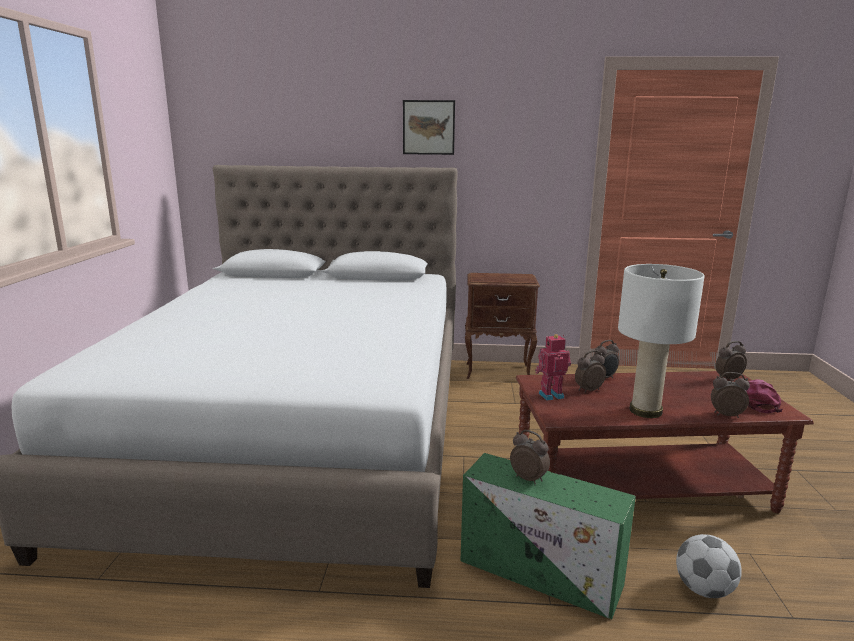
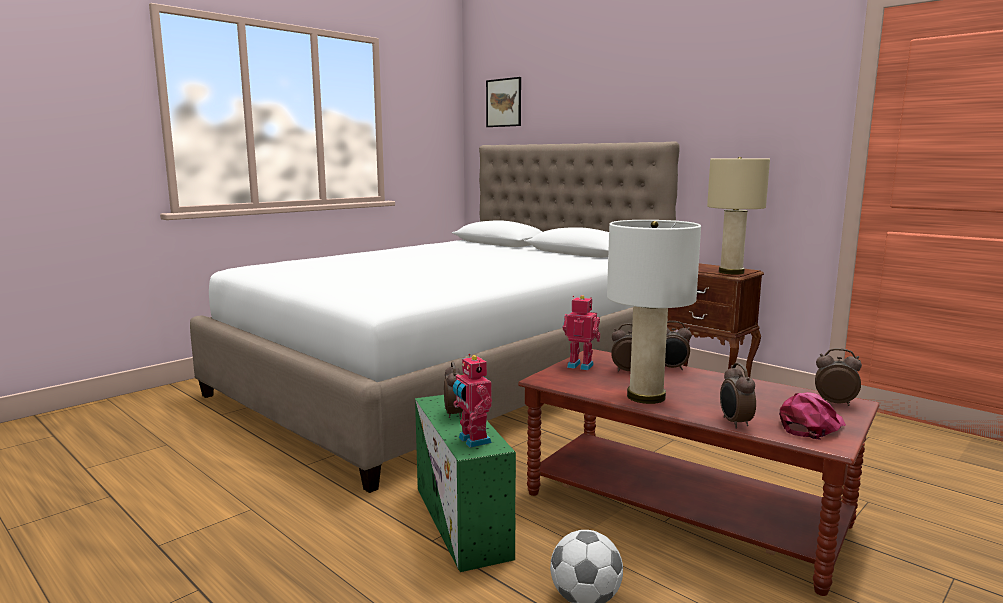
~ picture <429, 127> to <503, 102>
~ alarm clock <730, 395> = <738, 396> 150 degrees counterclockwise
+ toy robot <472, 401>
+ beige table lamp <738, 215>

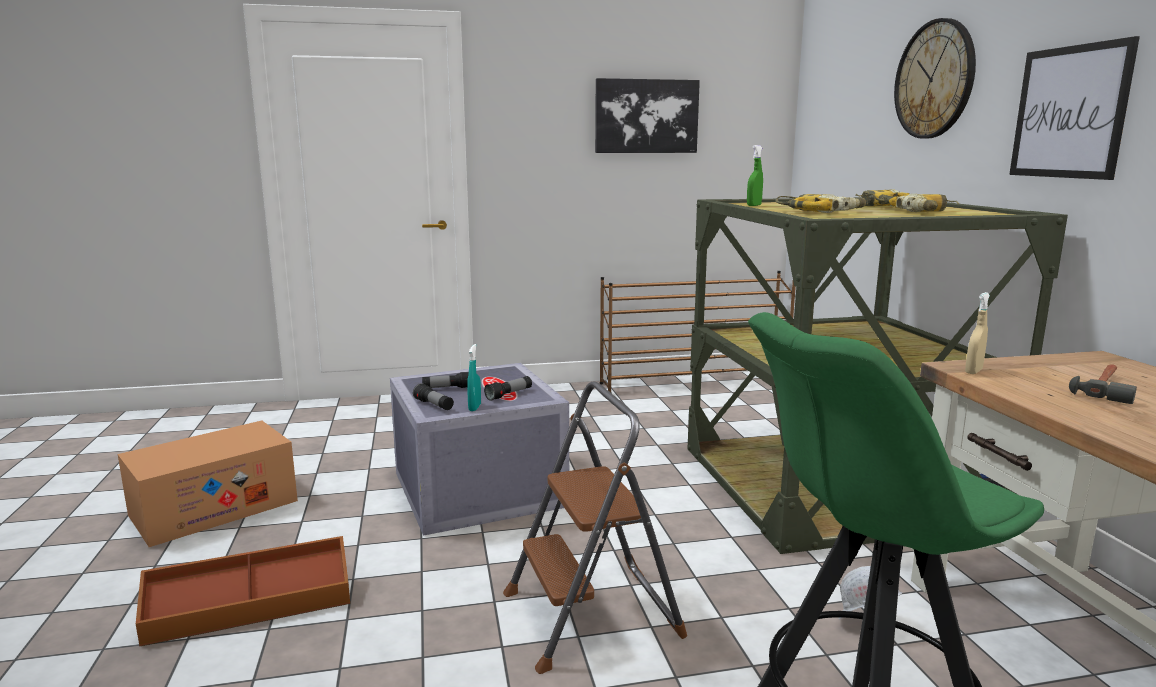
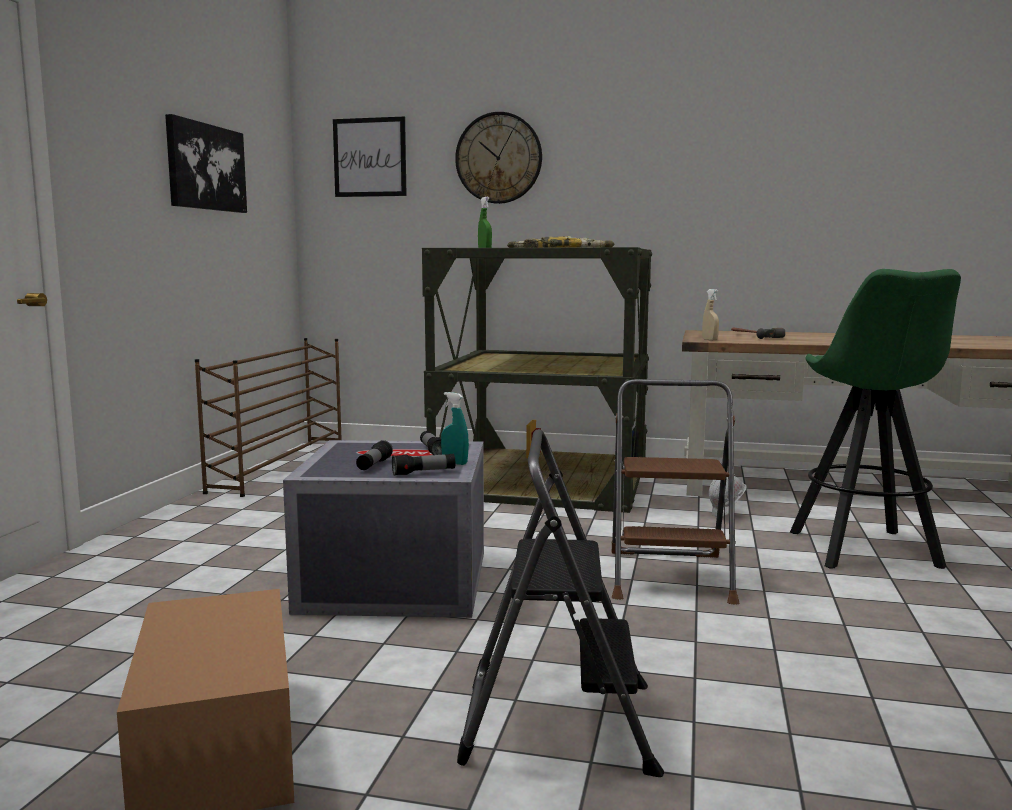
~ brown storage box <243, 591> to black-coloured stepladder <560, 603>
~ picture <1074, 108> to <370, 157>

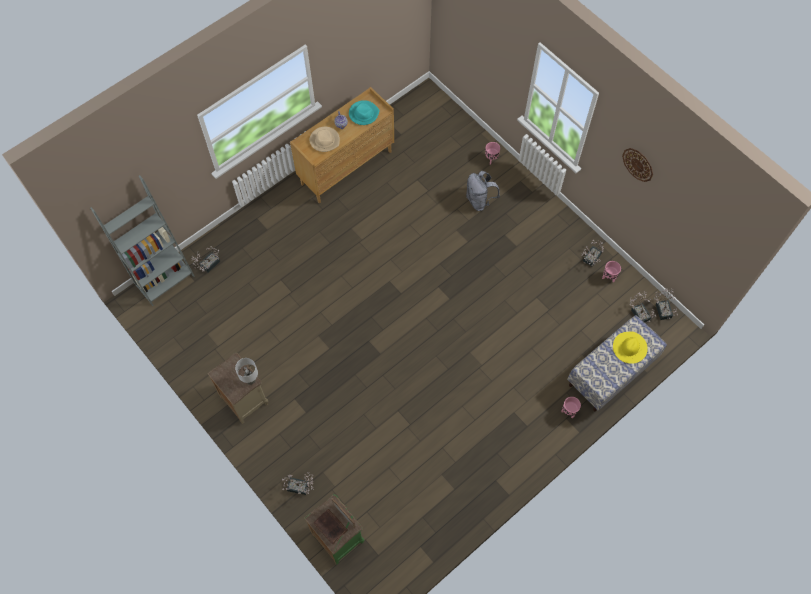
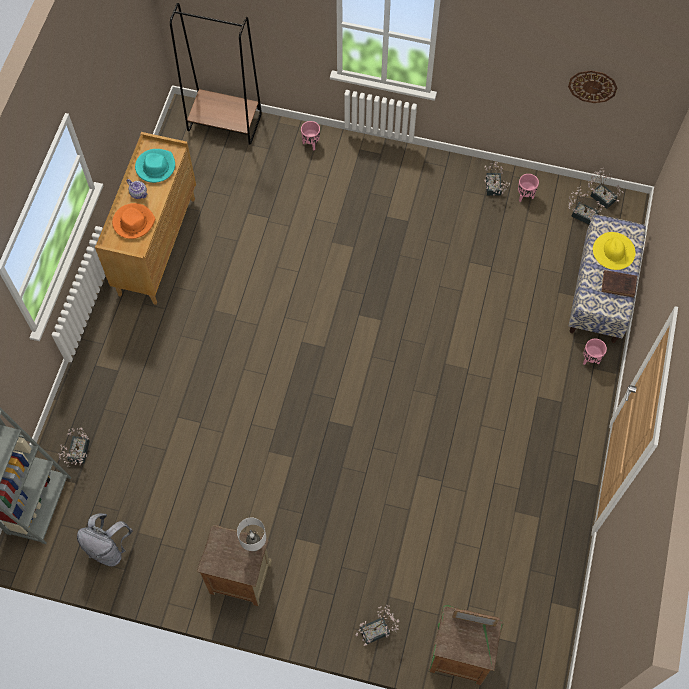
~ beige hat <325, 139> to orangey hat <133, 221>
~ brown book <330, 527> to <619, 284>
~ greyish backpack <483, 191> to <105, 539>
~ wall clock <637, 165> to <593, 86>
+ garment stand <216, 74>

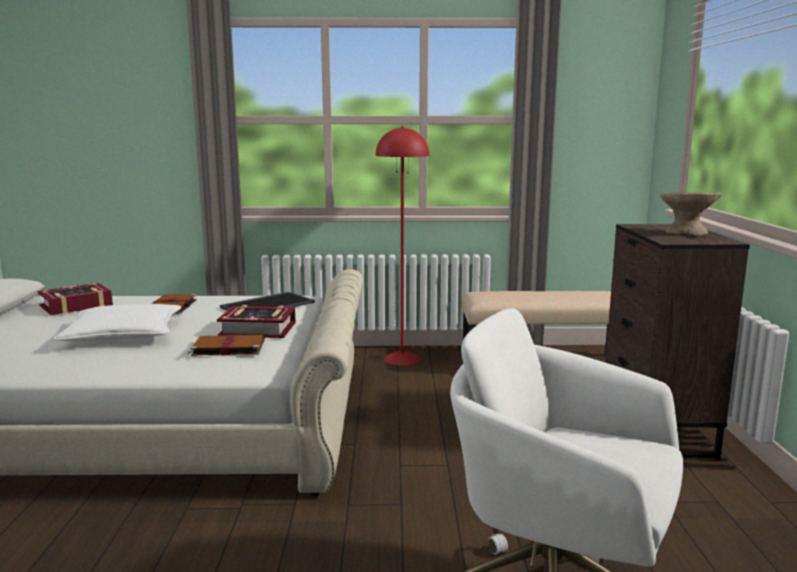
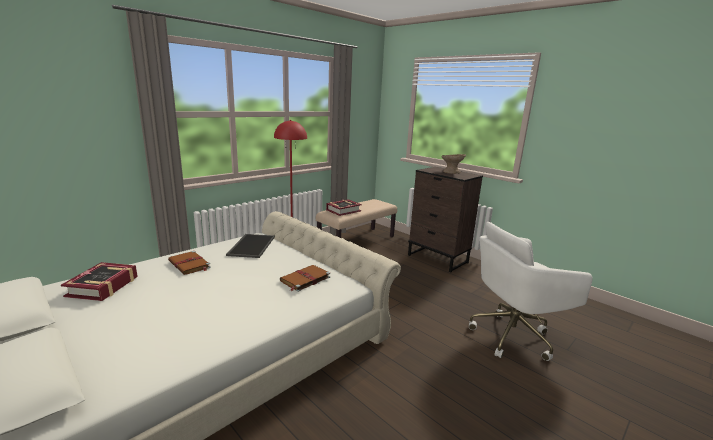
- whitish cushion <117, 322>
~ book <256, 321> to <344, 207>

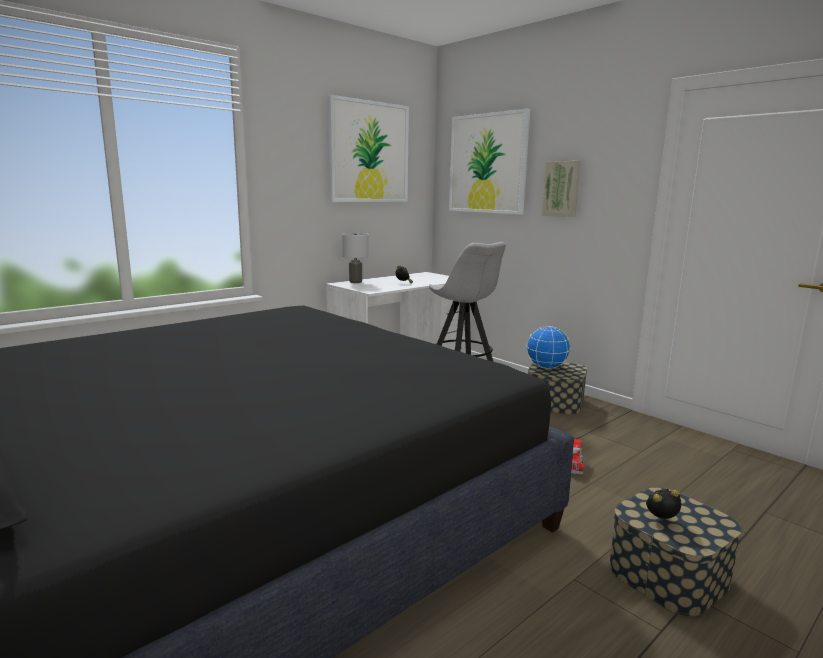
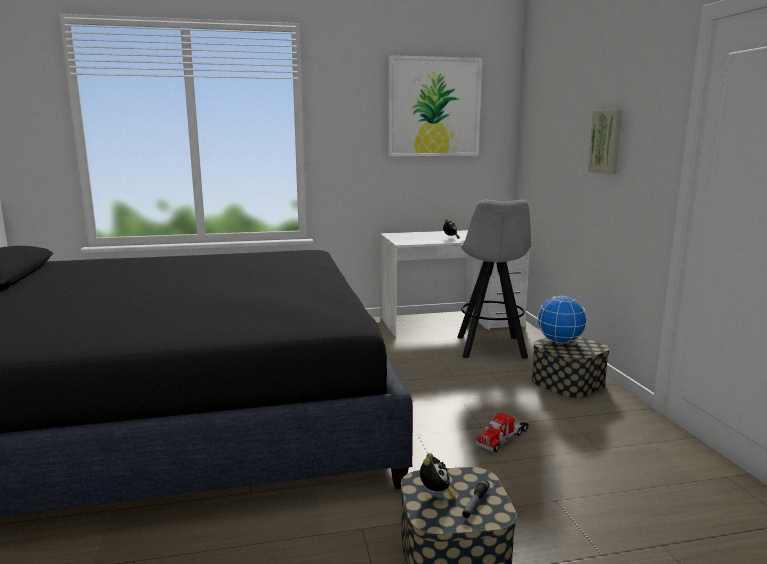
- whitish table lamp <355, 258>
- picture <489, 161>
~ alarm clock <663, 504> = <438, 476> 75 degrees clockwise
+ hand torch <476, 498>

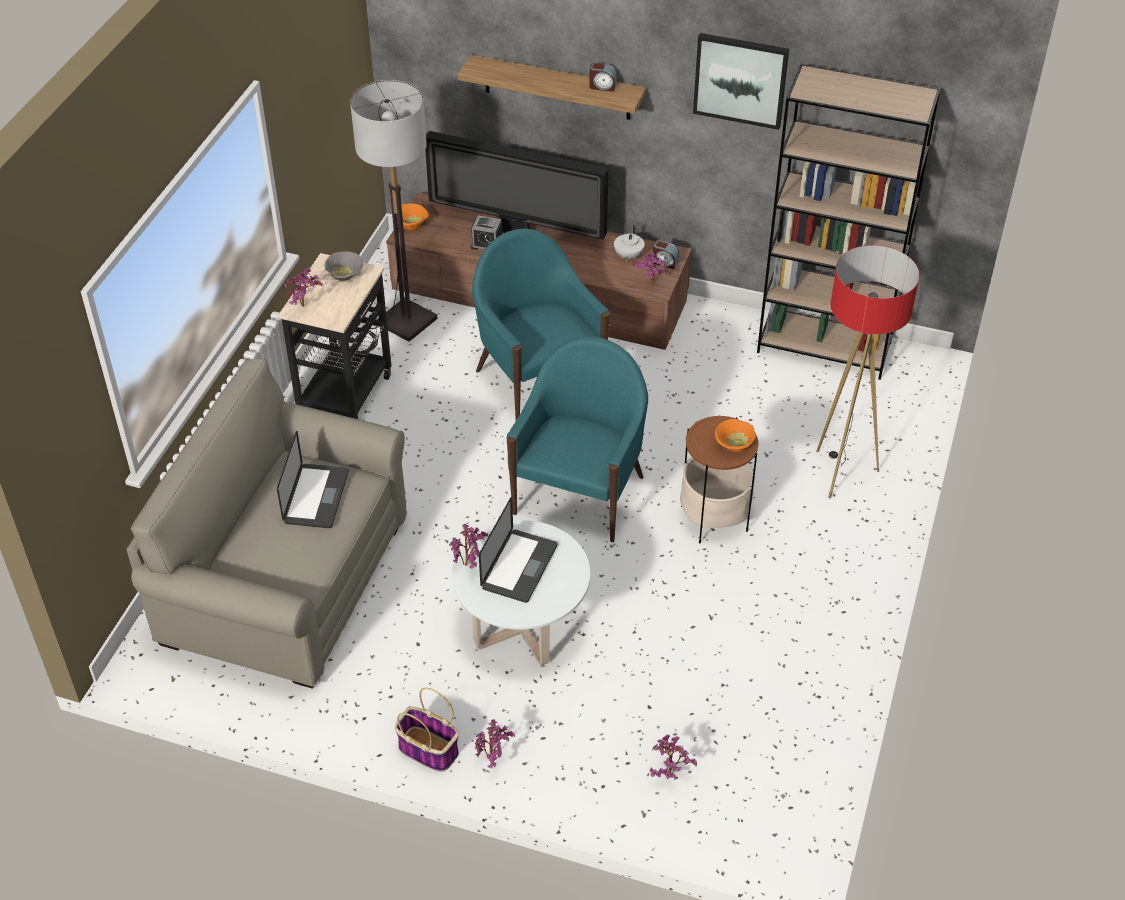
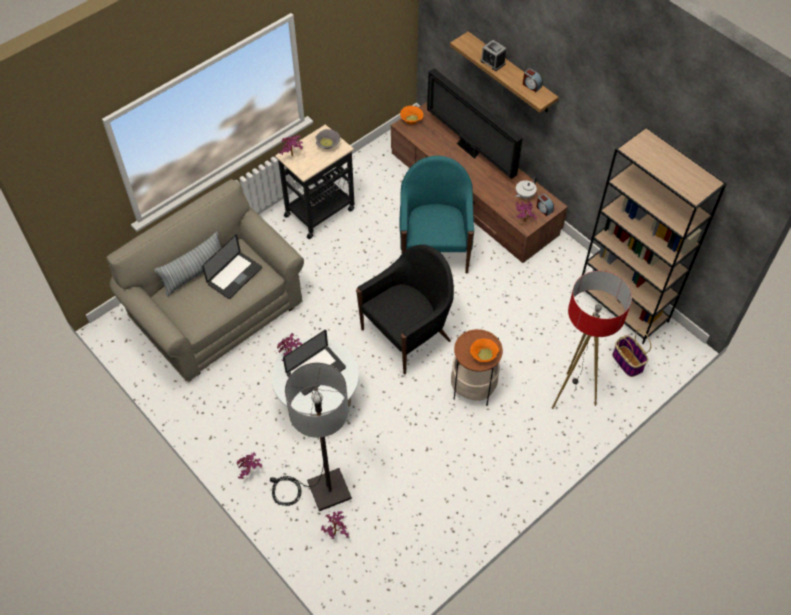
~ standing lamp <387, 216> to <311, 437>
~ household basket <427, 730> to <631, 353>
~ alarm clock <487, 232> to <493, 55>
~ turquoise-coloured lounge chair <577, 439> to black-coloured lounge chair <405, 309>
- picture <741, 81>
+ cushion <187, 264>

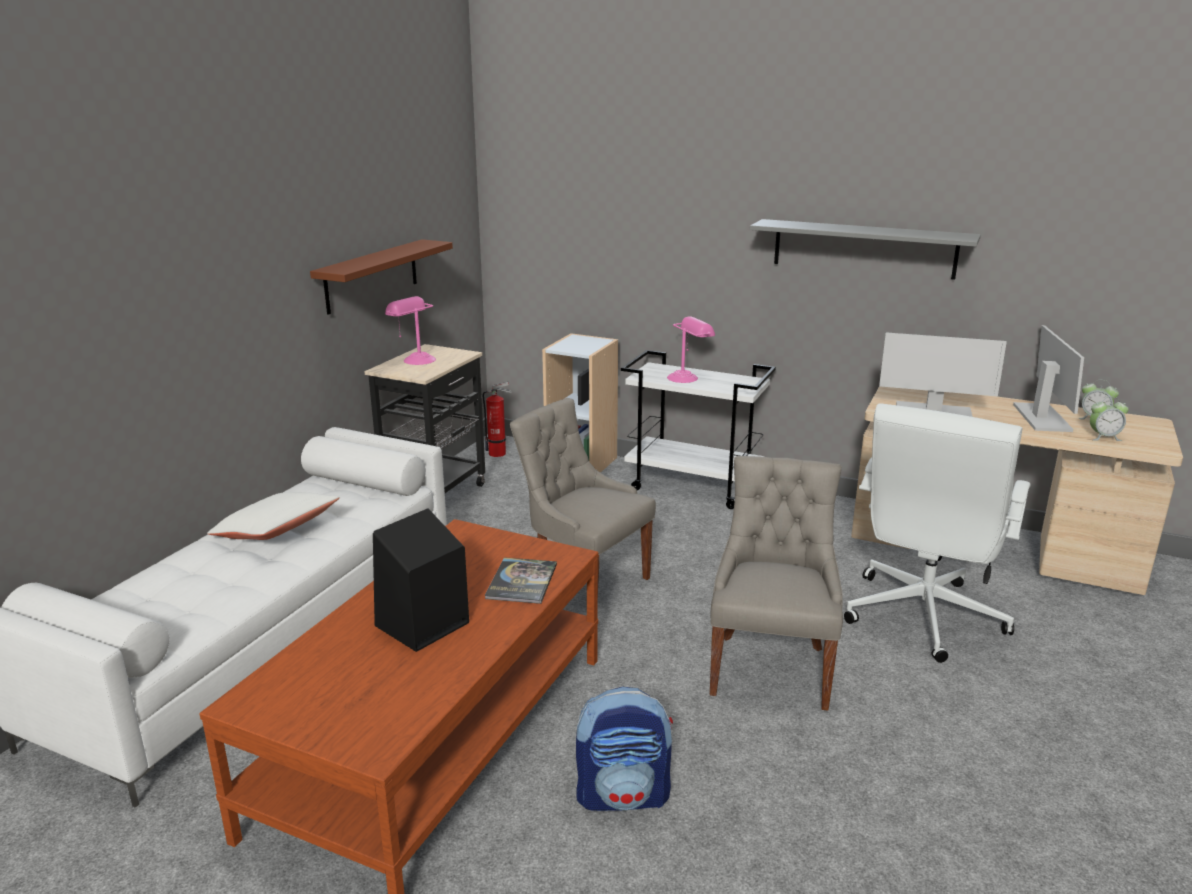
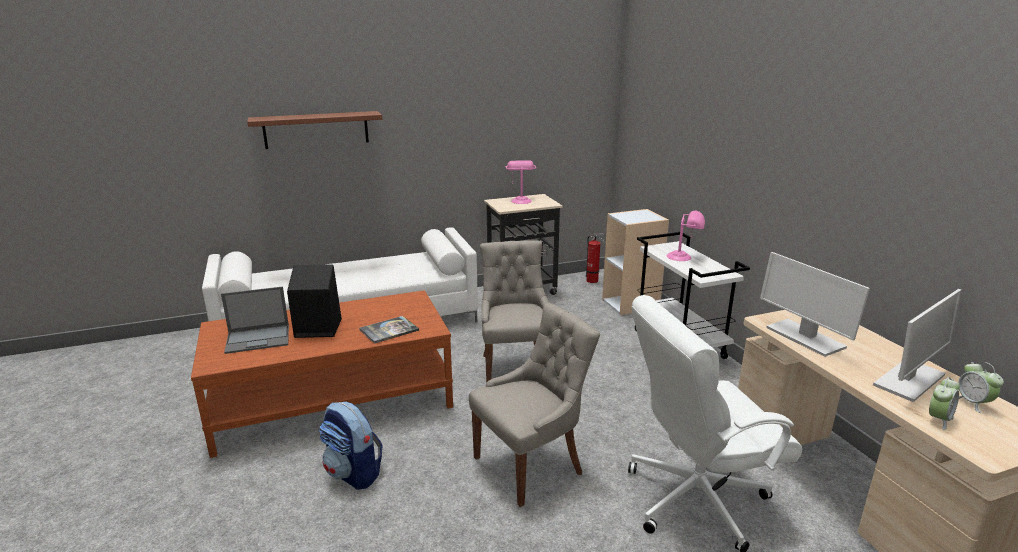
- whitish cushion <273, 516>
~ brown shelf <381, 277> to <314, 130>
- greyish shelf <865, 249>
~ alarm clock <1109, 419> = <944, 403> 90 degrees counterclockwise
+ notebook computer <255, 320>

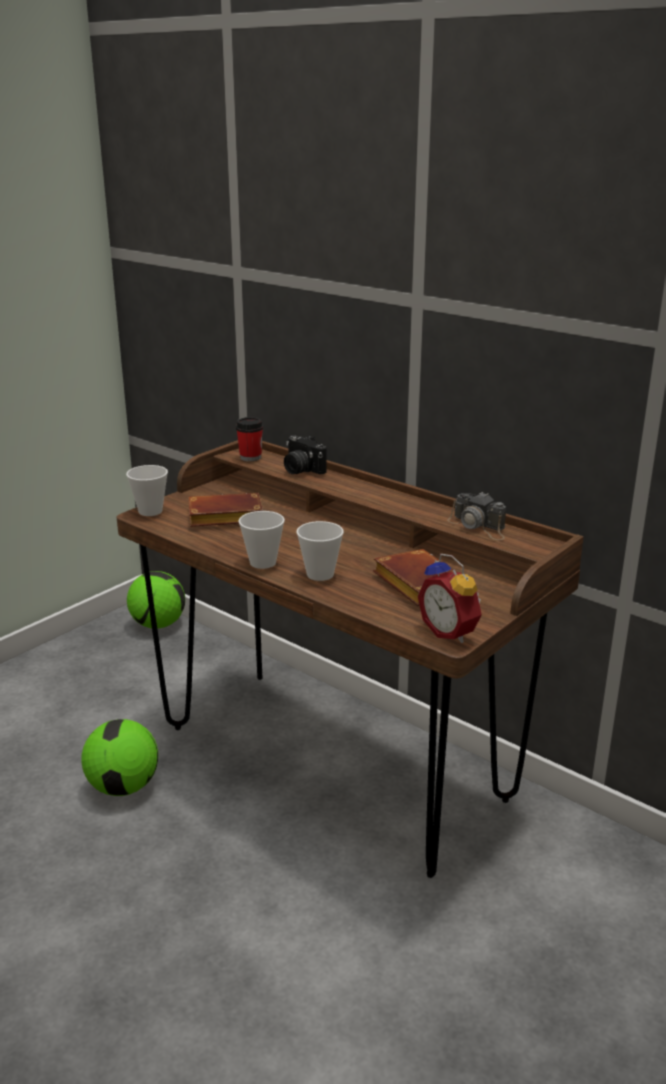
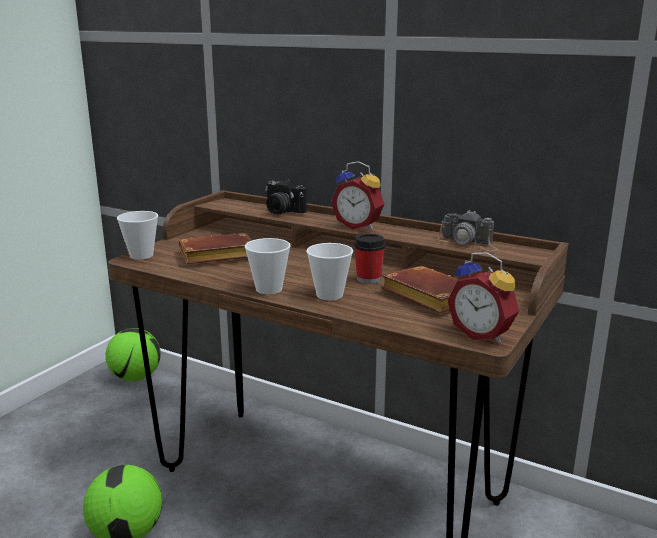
~ small cup <250, 439> to <370, 259>
+ alarm clock <357, 195>

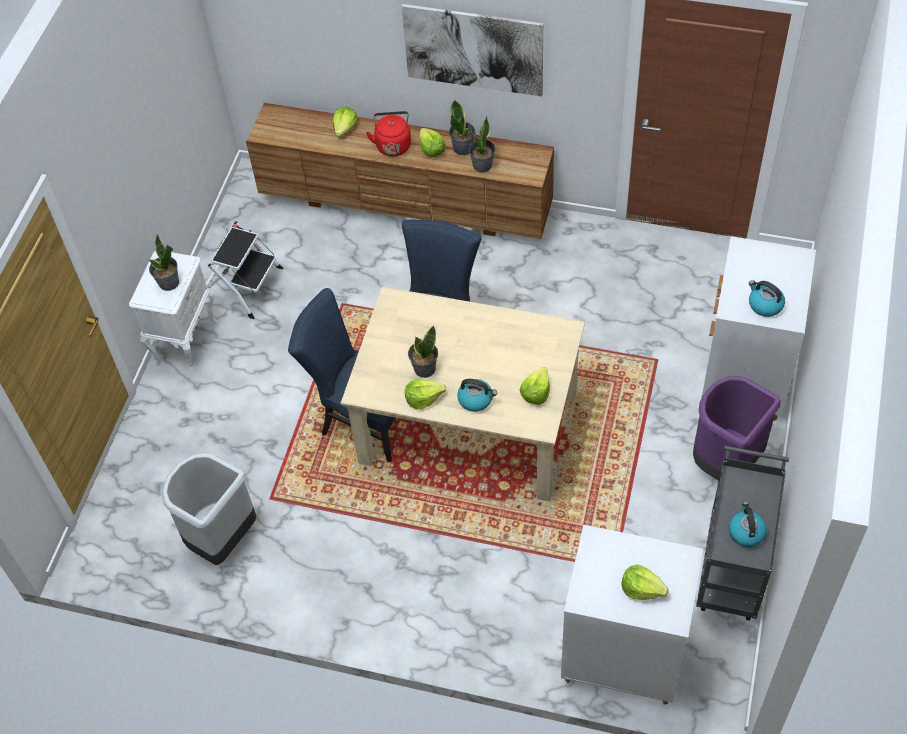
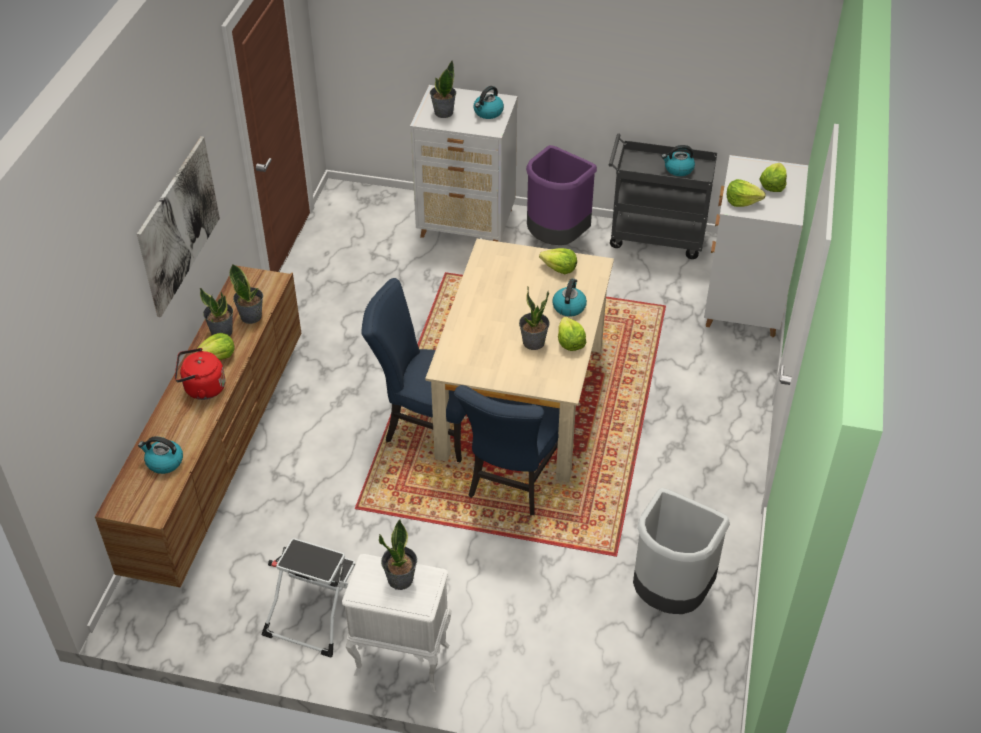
~ head of lettuce <345, 122> to <746, 193>
+ water kettle <160, 455>
+ potted plant <443, 89>

